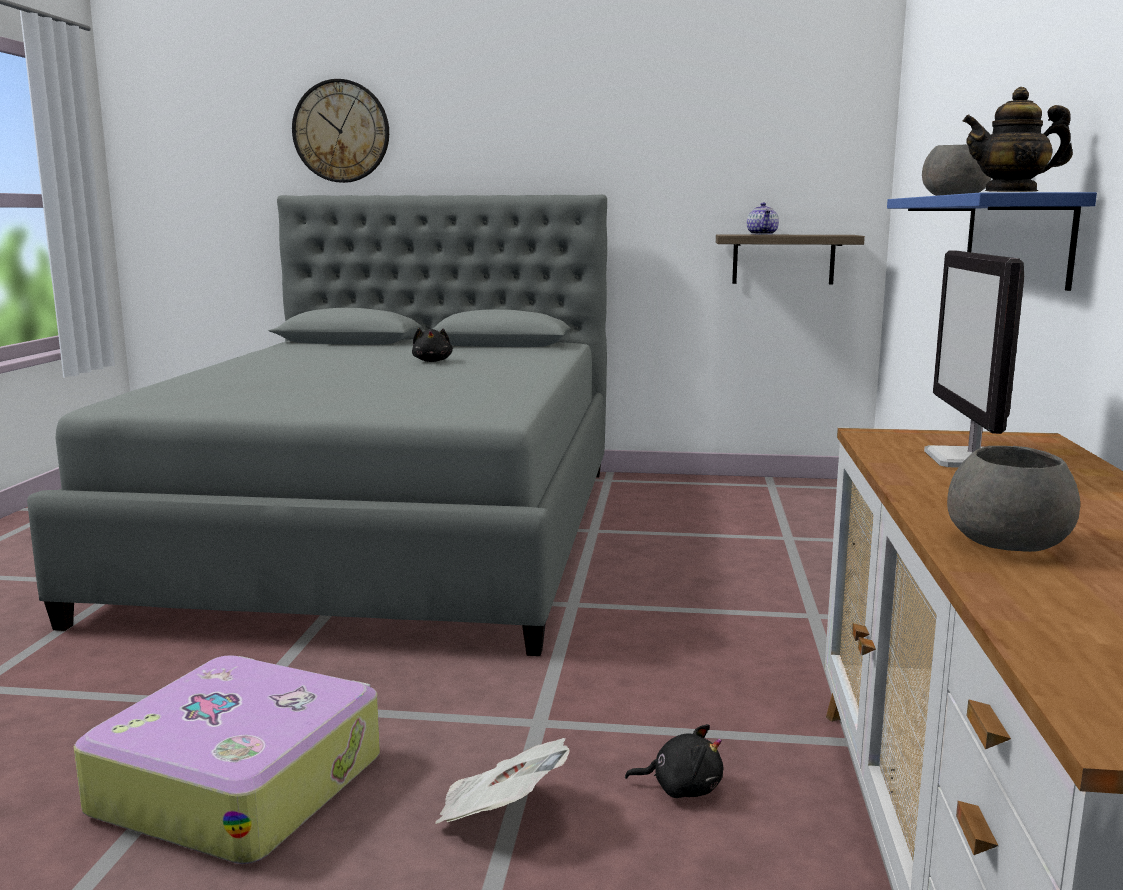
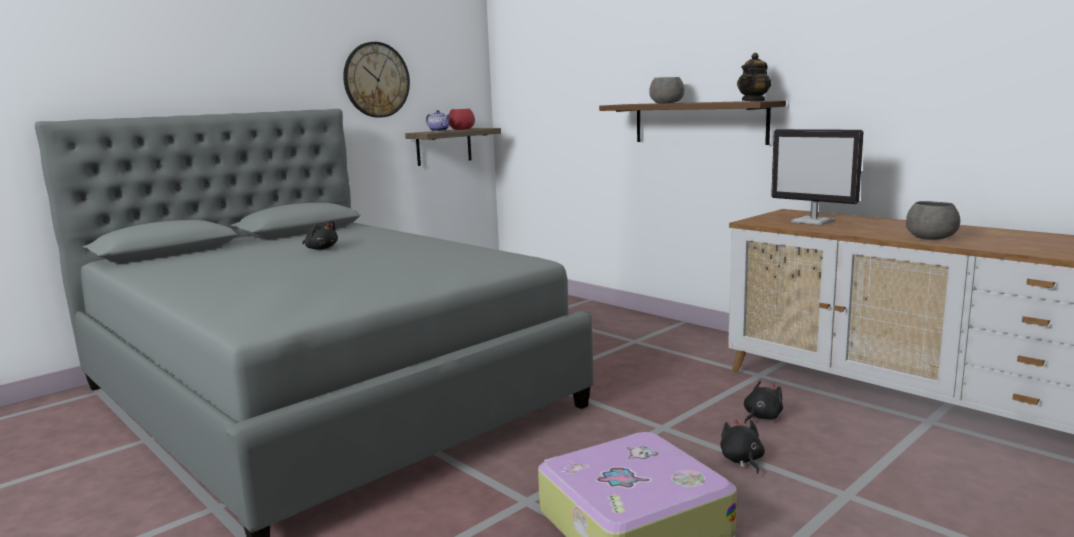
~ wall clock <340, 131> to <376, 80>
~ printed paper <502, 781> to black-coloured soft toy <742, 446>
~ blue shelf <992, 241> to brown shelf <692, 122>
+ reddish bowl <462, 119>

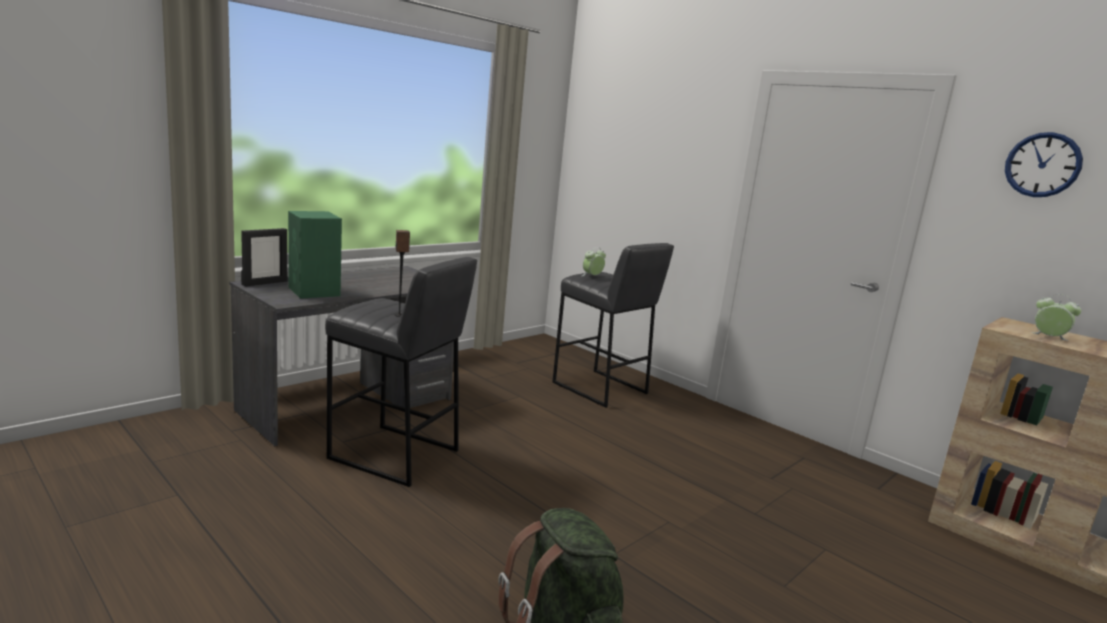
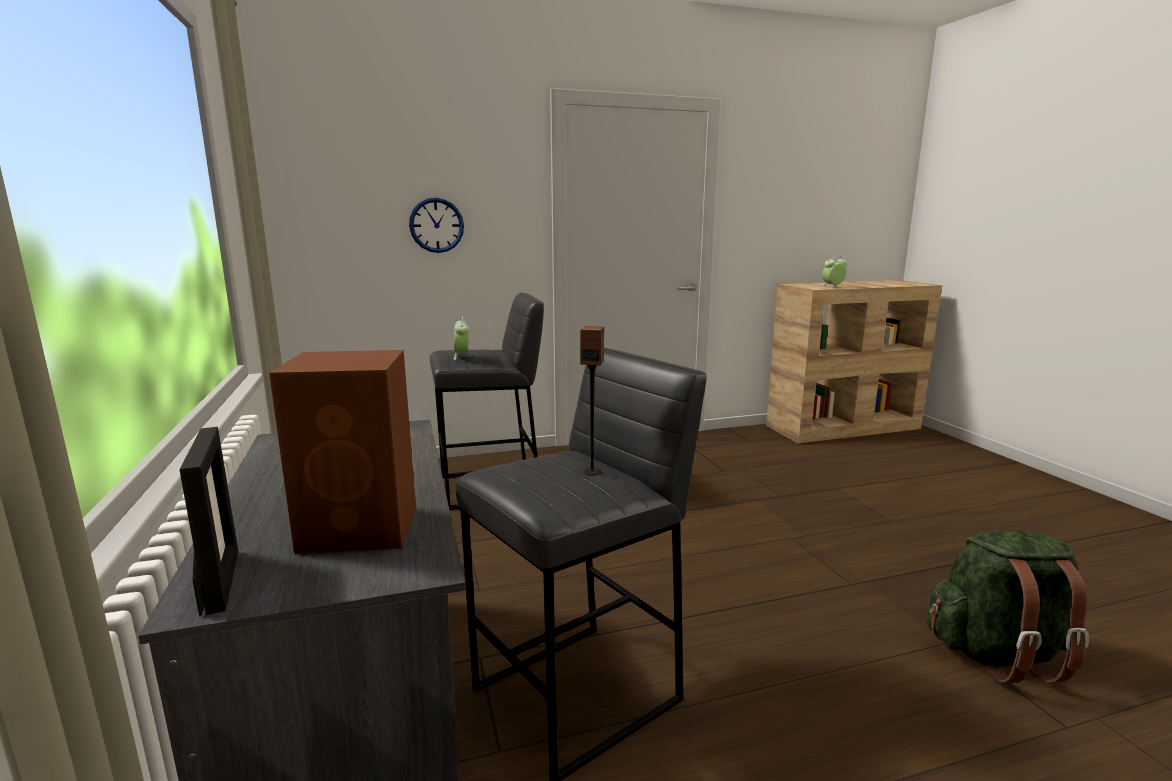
~ green loudspeaker <315, 255> to brown loudspeaker <342, 452>
~ wall clock <1044, 164> to <436, 225>

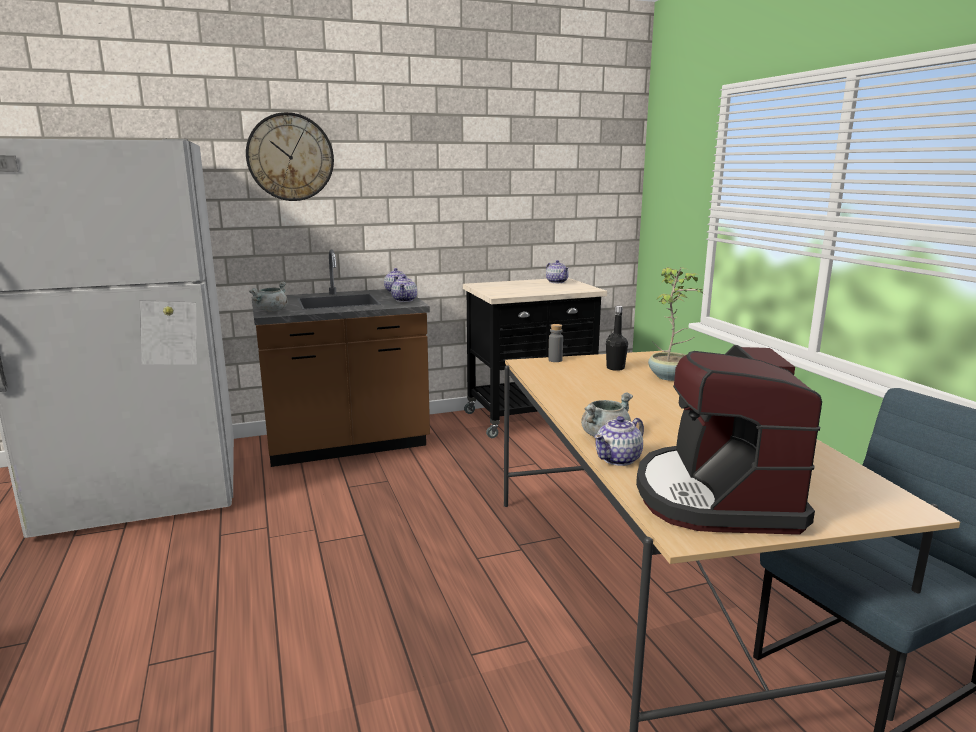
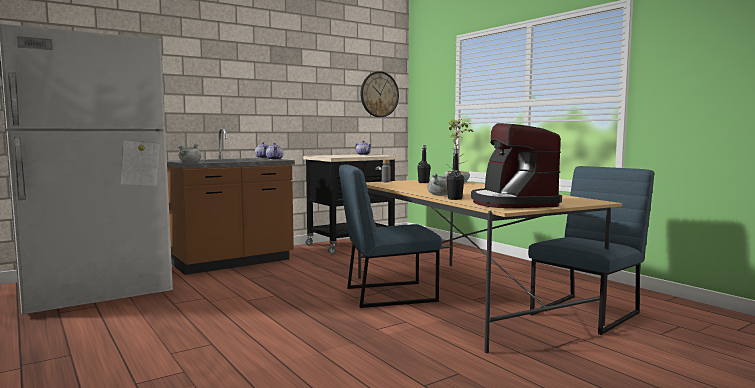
~ wall clock <290, 156> to <380, 94>
~ tea pot <619, 441> to black-coloured beverage bottle <455, 174>
+ blue chair <390, 236>

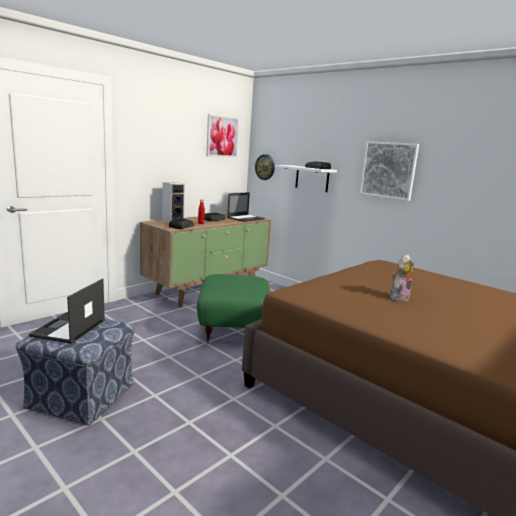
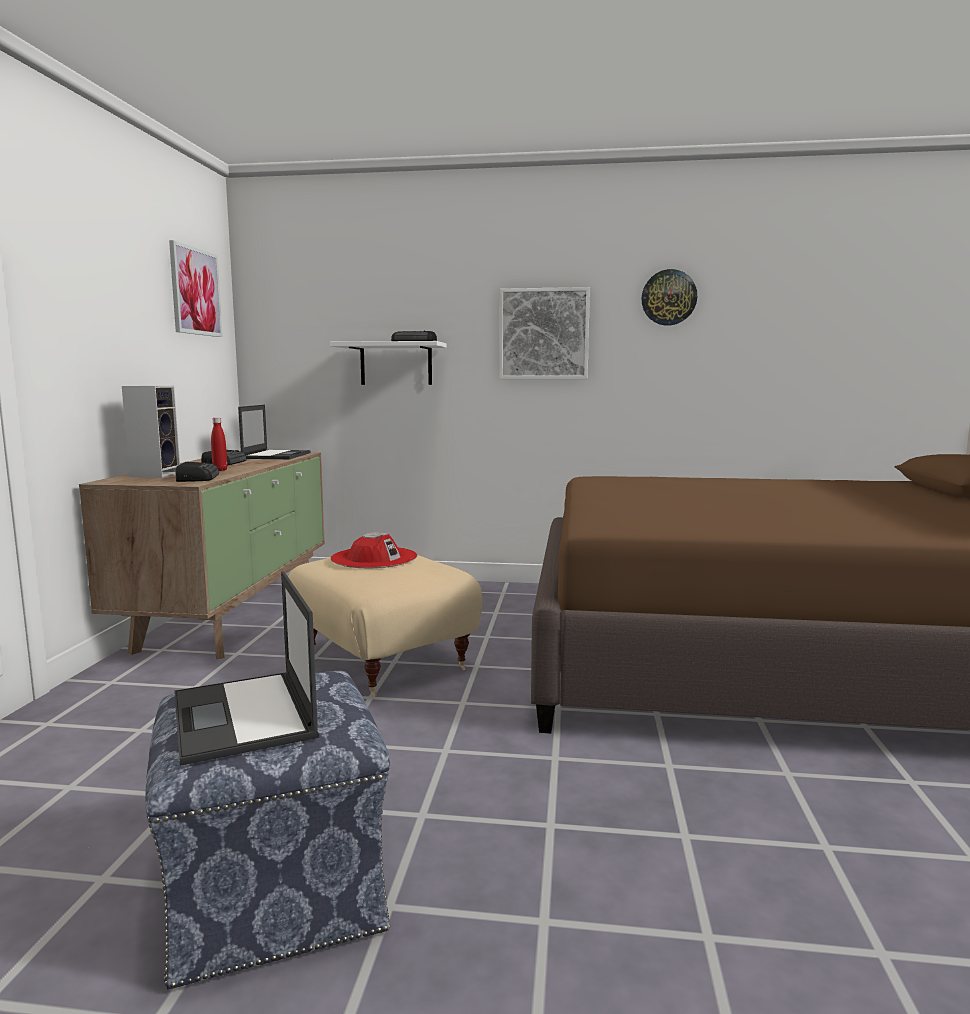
~ green pouffe <233, 308> to beige pouffe <385, 626>
~ wall clock <265, 167> to <669, 297>
- soft toy <402, 278>
+ reddish hat <374, 550>

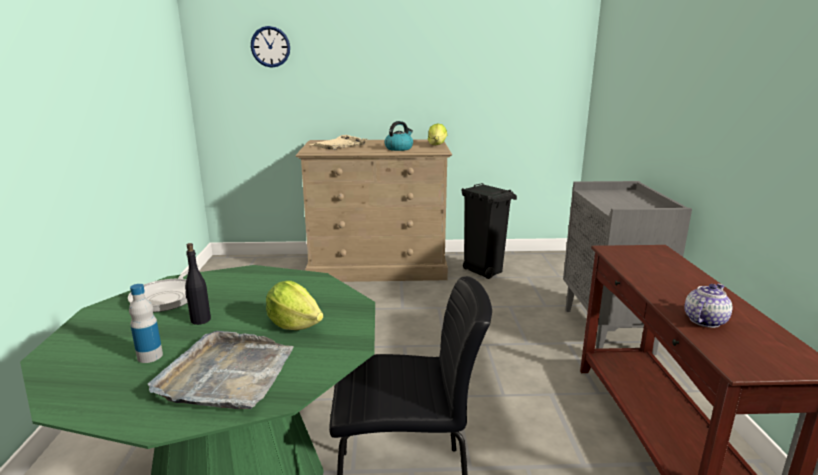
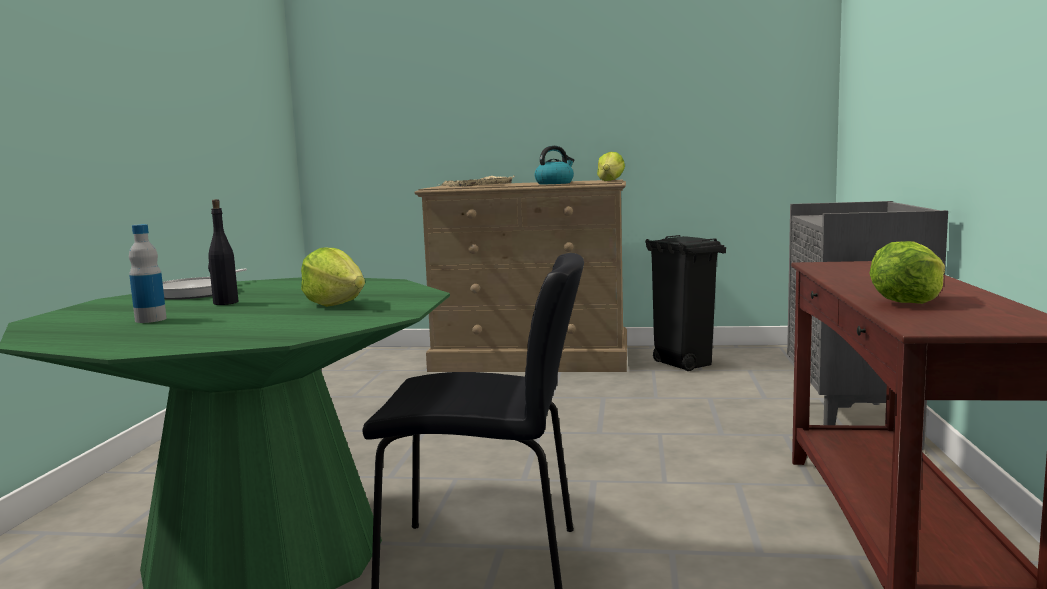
- greyish serving tray <220, 370>
- wall clock <270, 46>
~ tea pot <709, 306> to head of lettuce <907, 272>

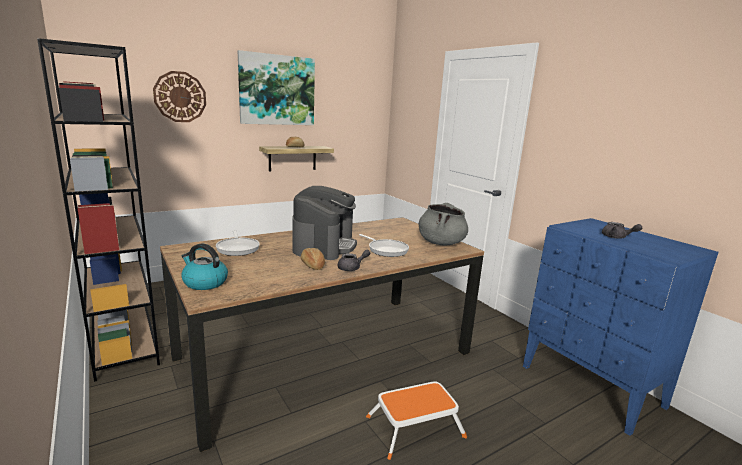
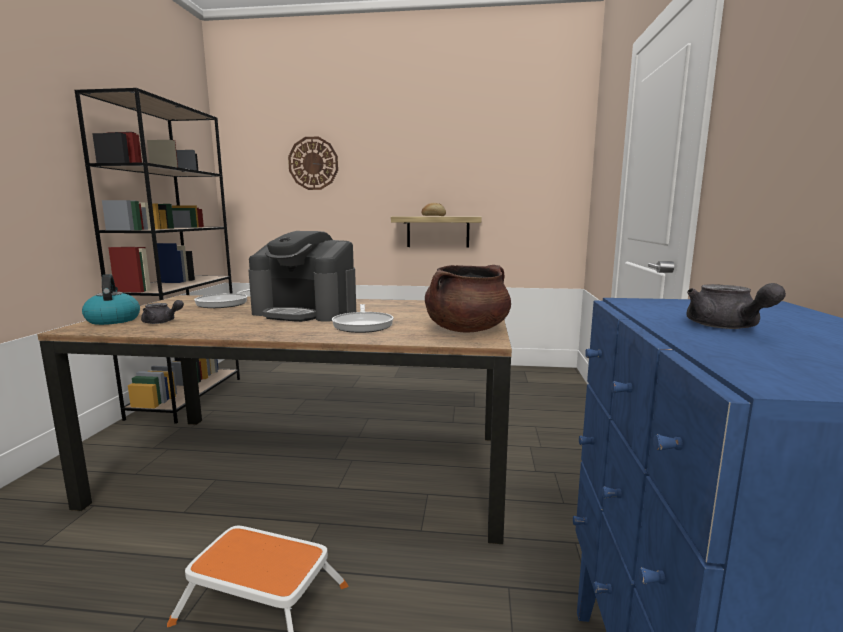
- picture <276, 87>
~ coffee brewer <324, 223> = <302, 276> 60 degrees clockwise
- baked bread <313, 259>
~ greyish tea pot <354, 260> to <162, 312>
~ greyish stockpot <443, 224> to brown stockpot <468, 299>

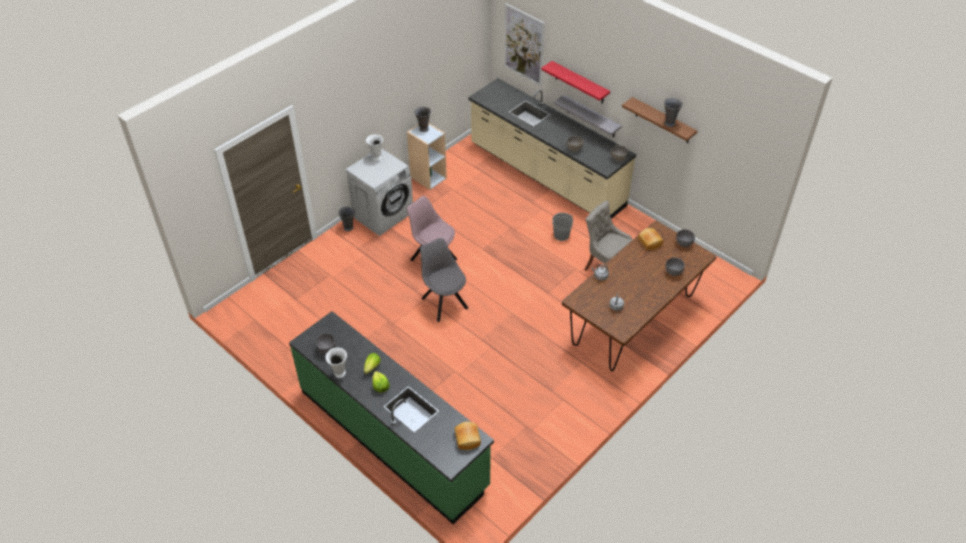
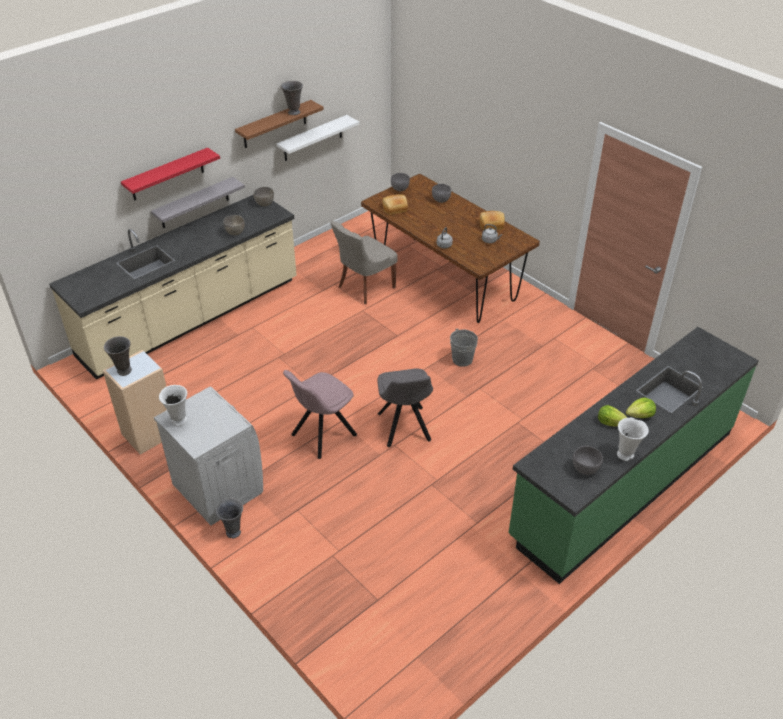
~ greyish chair <444, 280> = <405, 408> 75 degrees counterclockwise
~ baked bread <468, 436> to <492, 220>
- picture <524, 45>
~ greyish water bucket <562, 227> to <464, 347>
+ whitish shelf <318, 138>

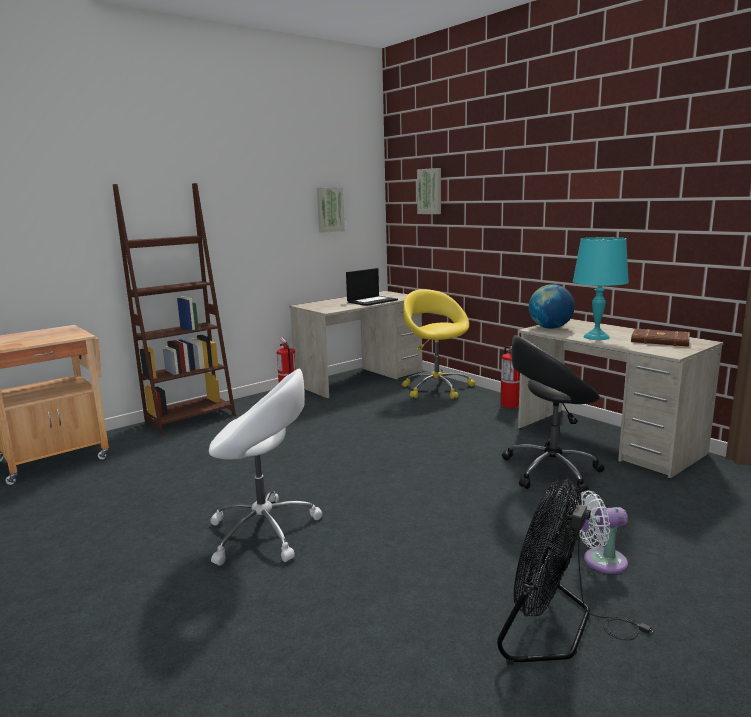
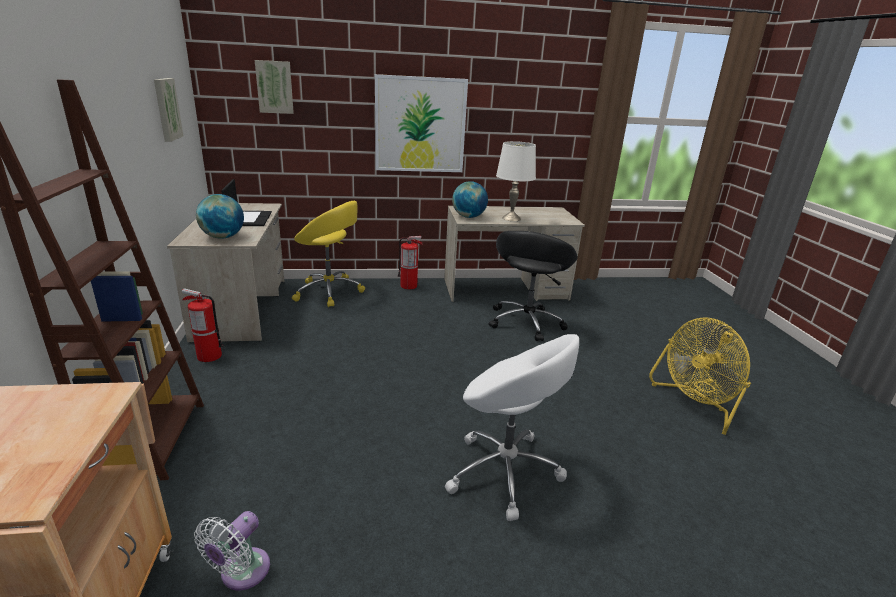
~ whitish desk chair <266, 467> = <512, 427> 90 degrees clockwise
~ yellowish desk chair <438, 344> = <328, 254> 150 degrees counterclockwise
~ black-coloured fan <575, 572> to yellowish fan <700, 376>
~ turquoise-coloured table lamp <601, 288> to whitish table lamp <516, 181>
~ whitish fan <601, 532> to <232, 550>
- brown book <660, 338>
+ desk globe <220, 216>
+ picture <421, 123>

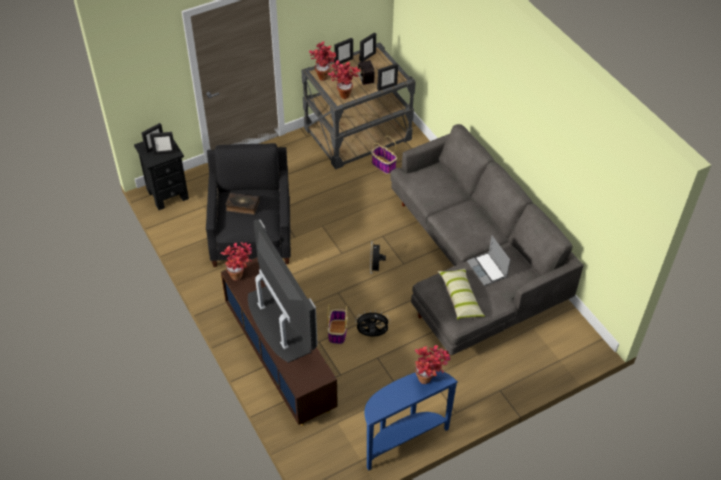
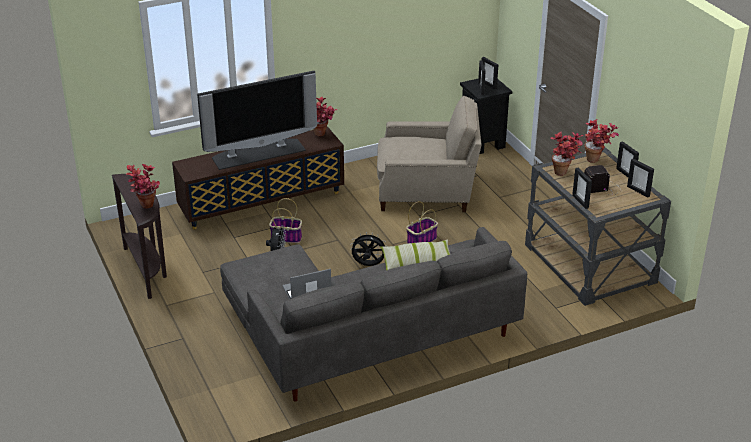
~ black-coloured lounge chair <248, 205> to beige lounge chair <429, 153>
- book <242, 204>
~ blue console table <411, 421> to brown console table <139, 236>
~ household basket <384, 155> to <422, 222>
~ cushion <461, 294> to <415, 254>

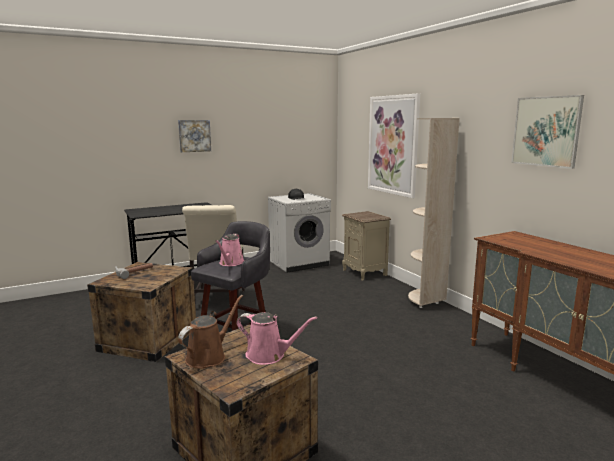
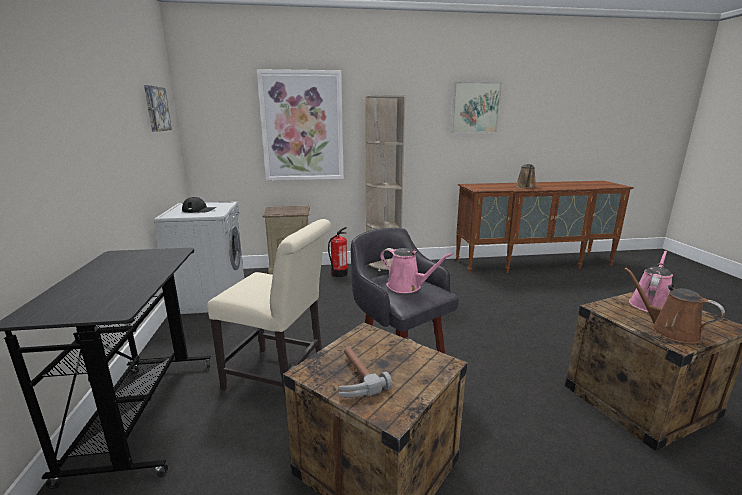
~ picture <194, 136> to <158, 108>
+ extinguisher <338, 252>
+ brown sprinkling can <526, 176>

